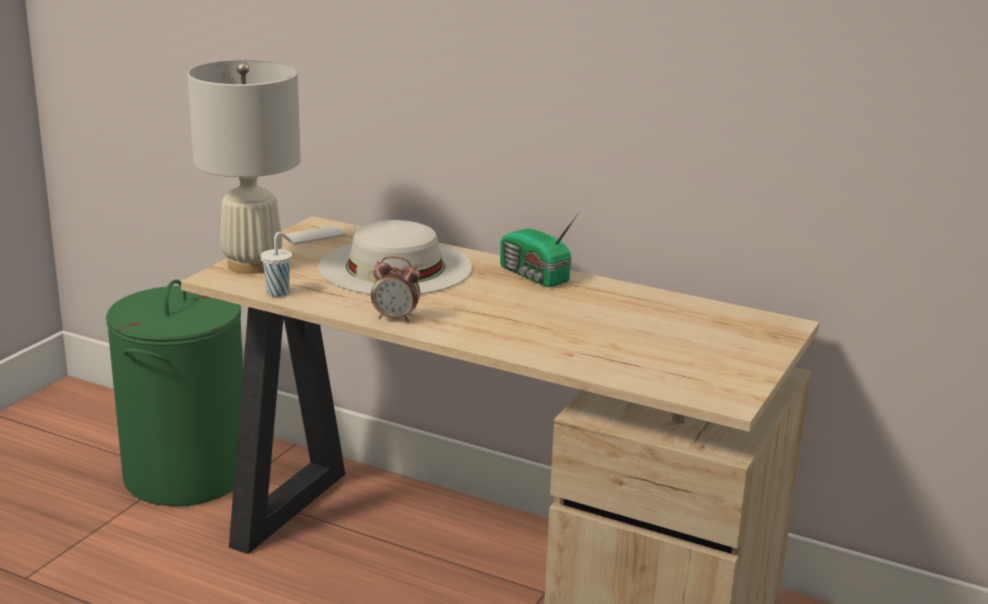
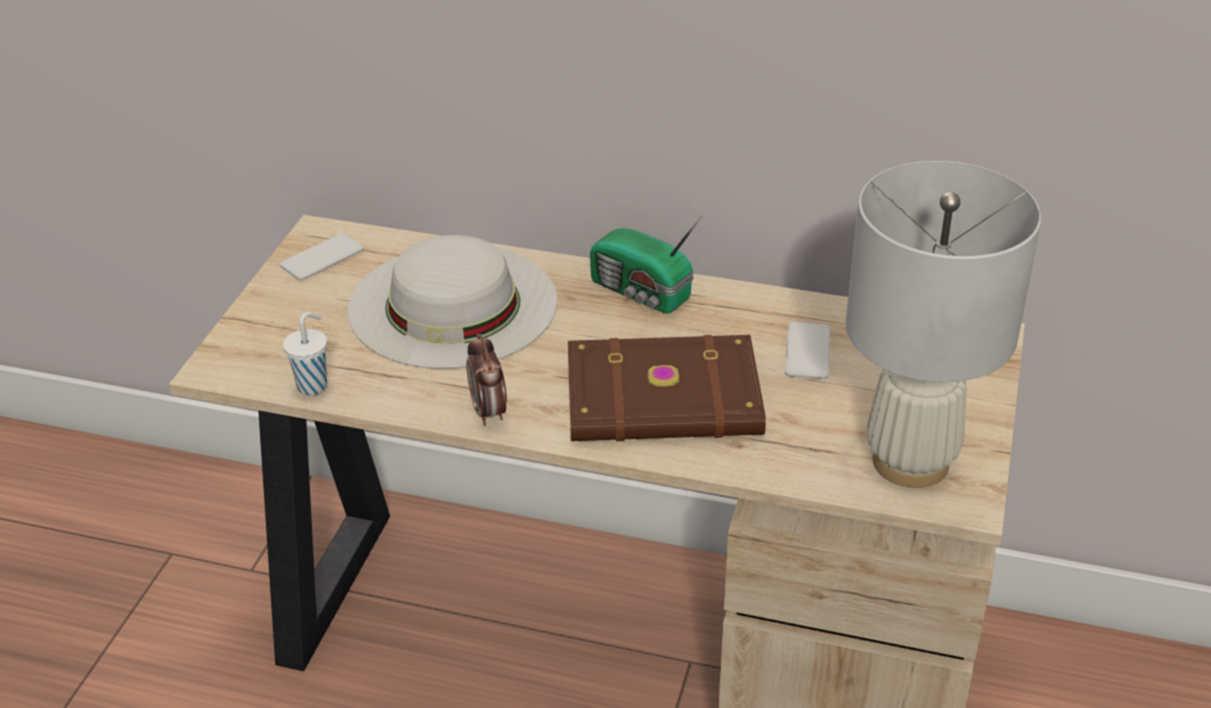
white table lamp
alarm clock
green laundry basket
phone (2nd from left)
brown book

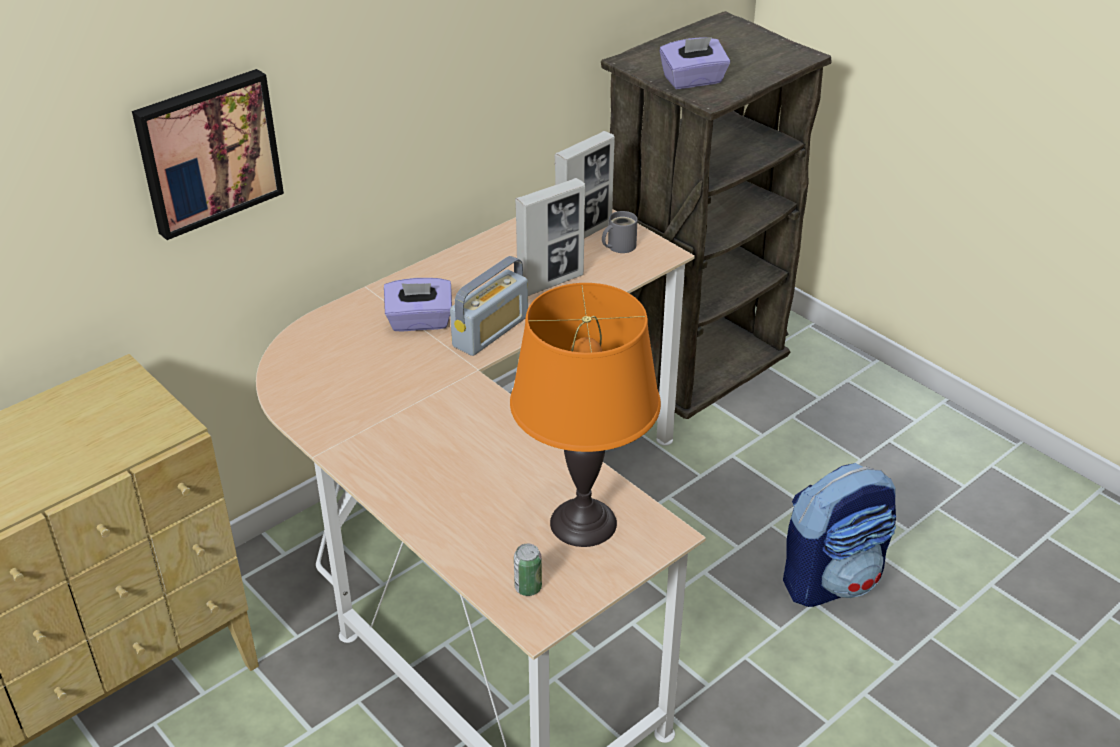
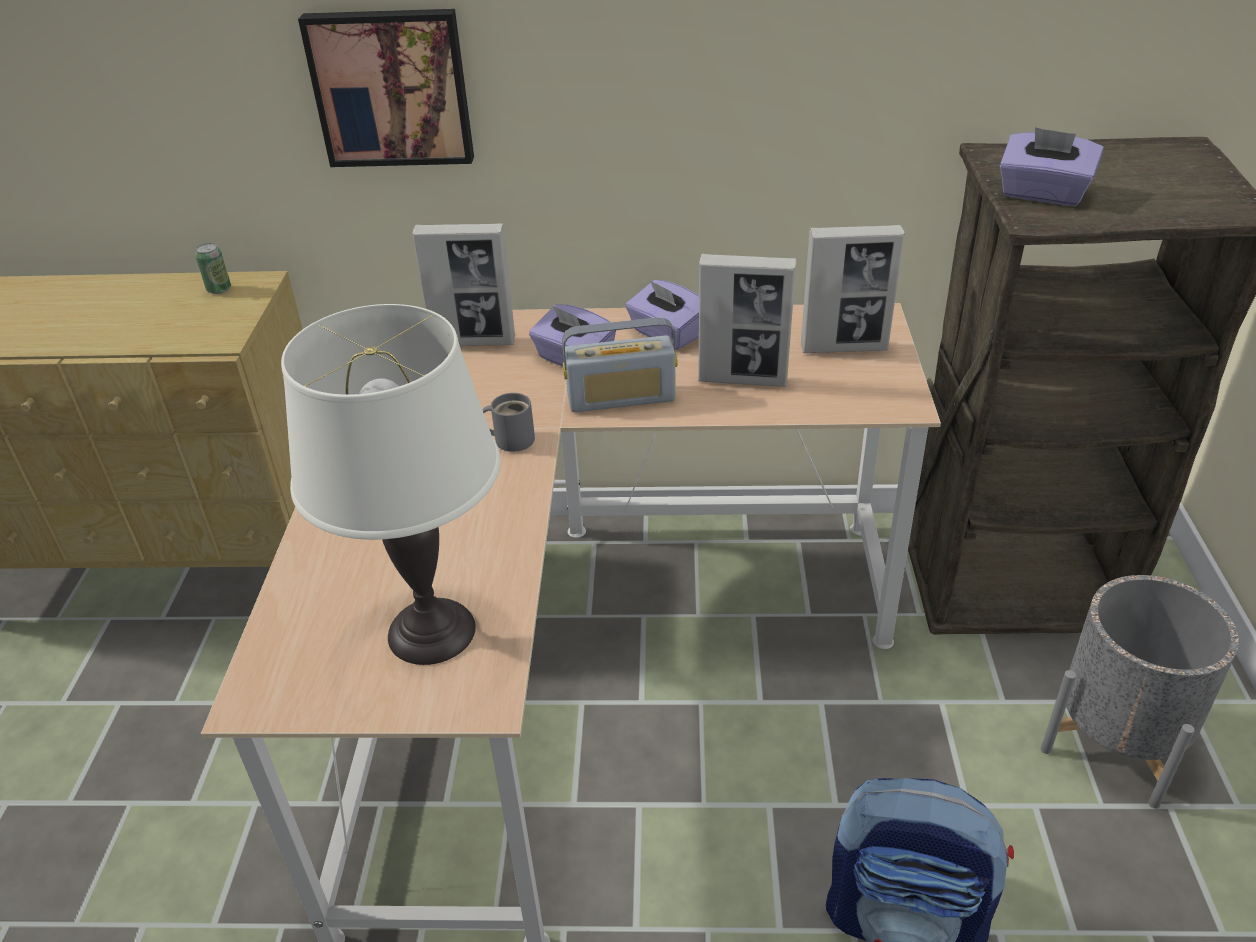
grey mug
white table lamp
can
picture frame (1st from left)
purple tissue box (2nd from left)
grey planter

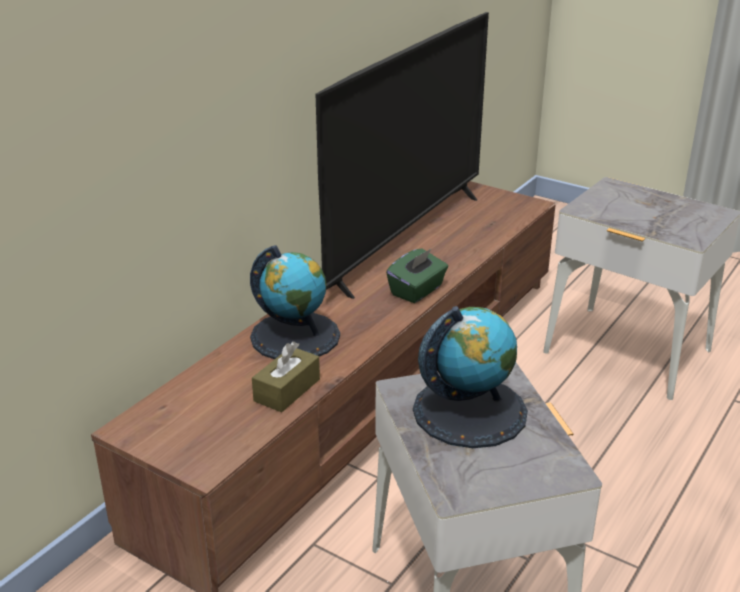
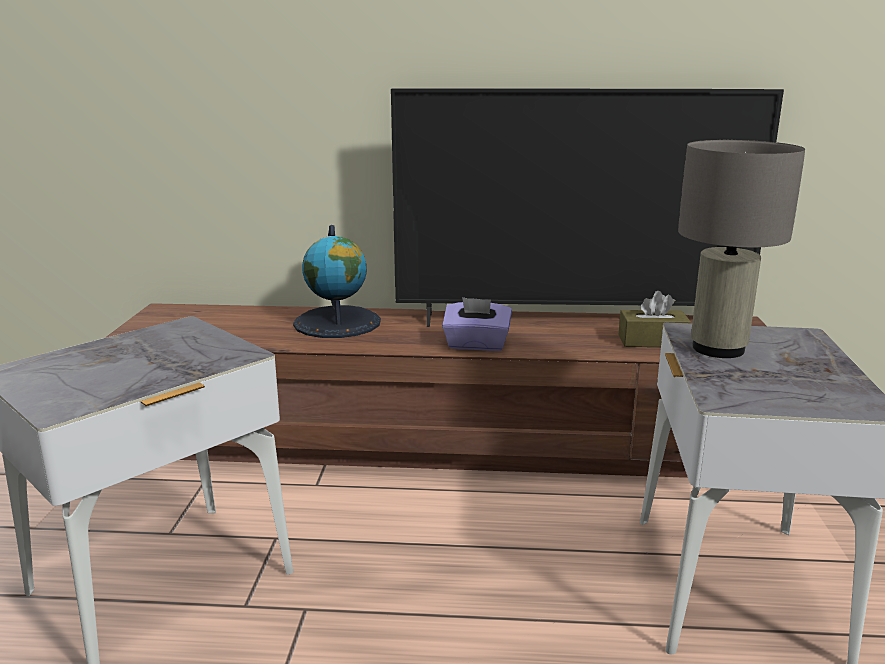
purple tissue box
globe (2nd from left in the first image)
brown tissue box
grey table lamp

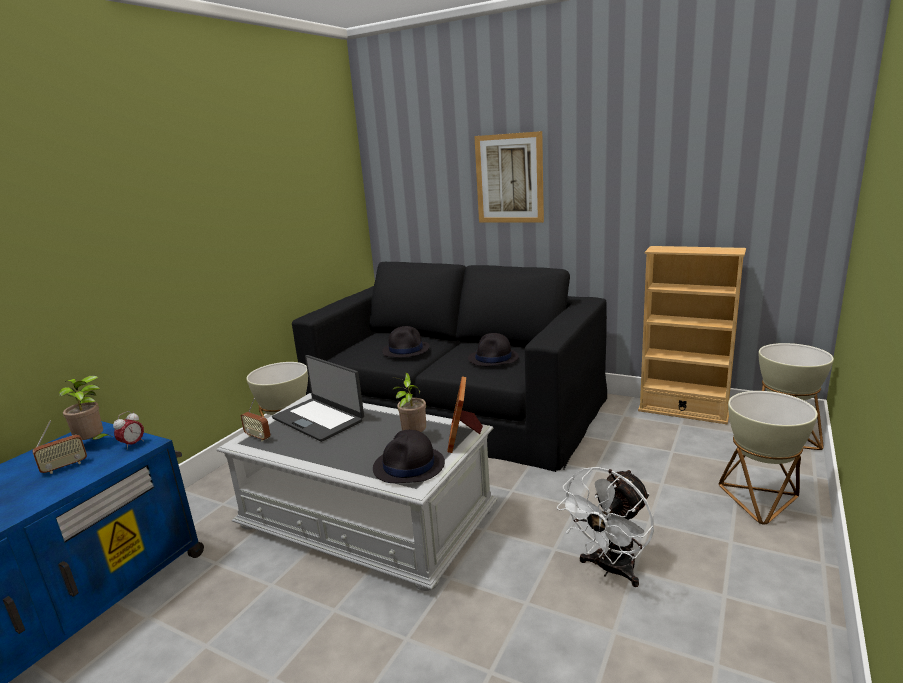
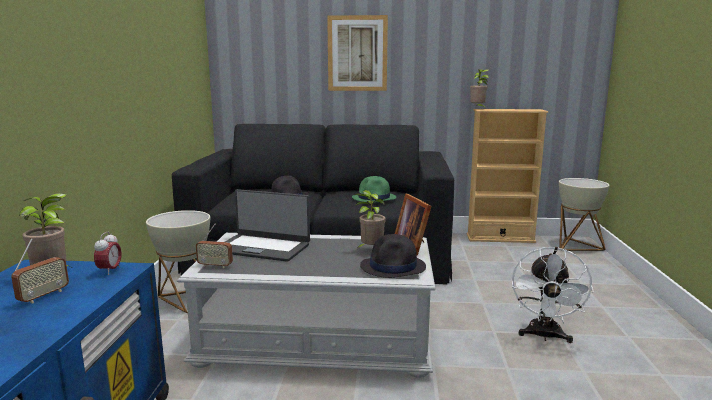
green hat
planter (2nd from left in the first image)
potted plant (3rd from left)

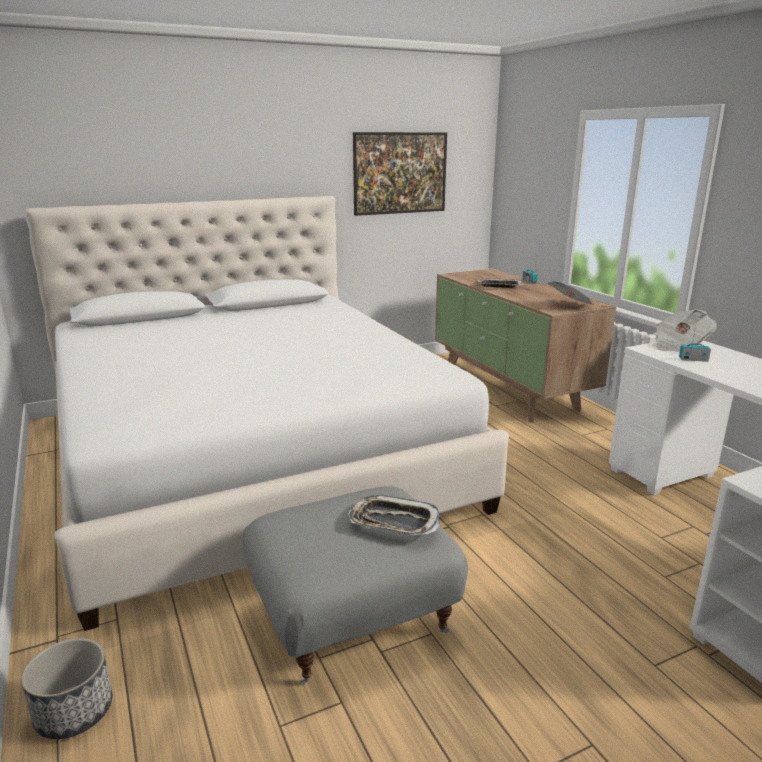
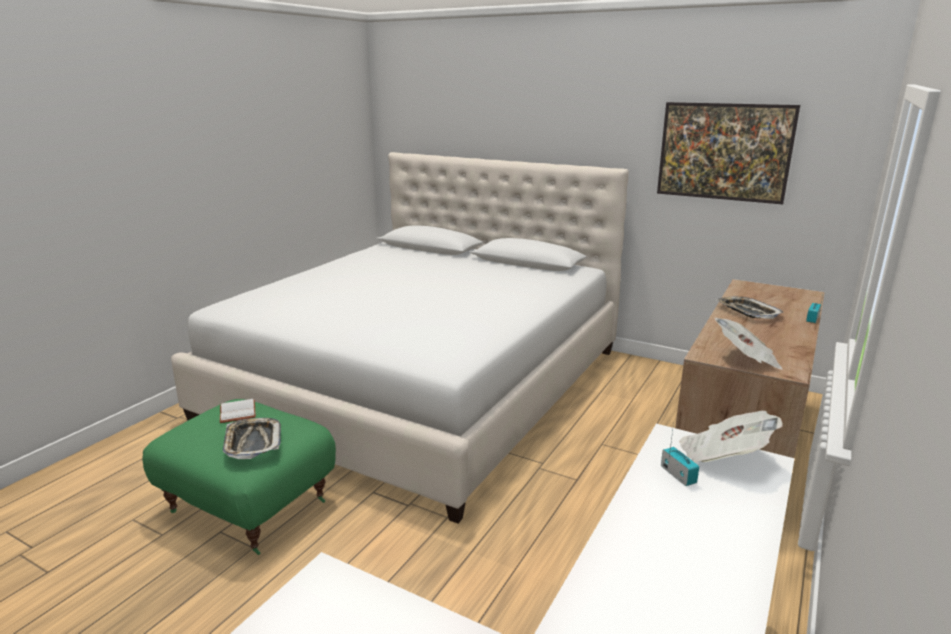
green ottoman
planter
white book

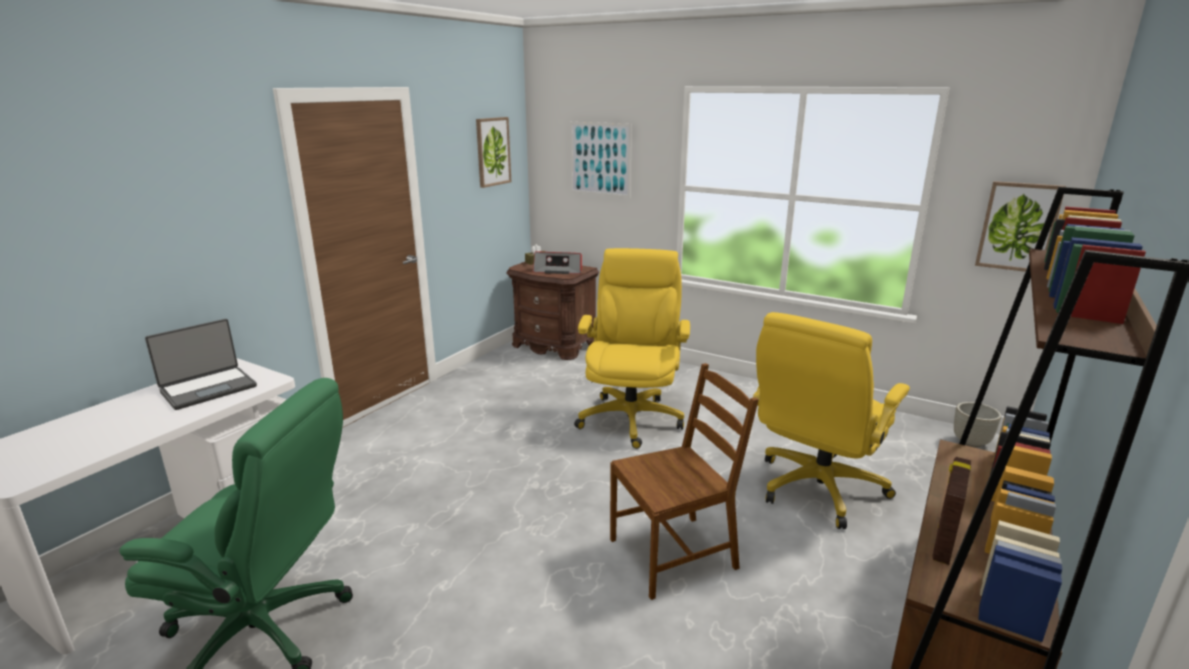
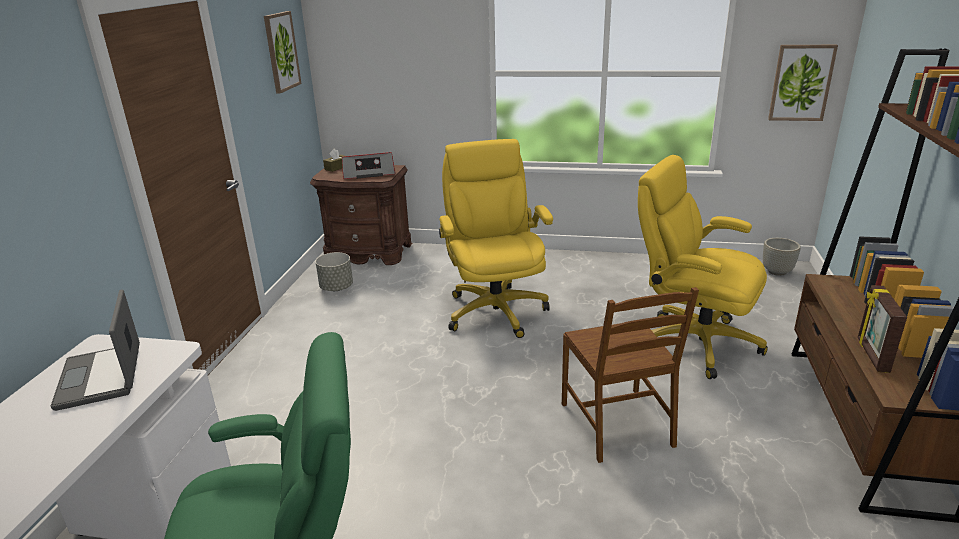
picture (2nd from left in the first image)
yellow office chair (2nd from left)
laptop
brown chair
grey planter (1st from left)

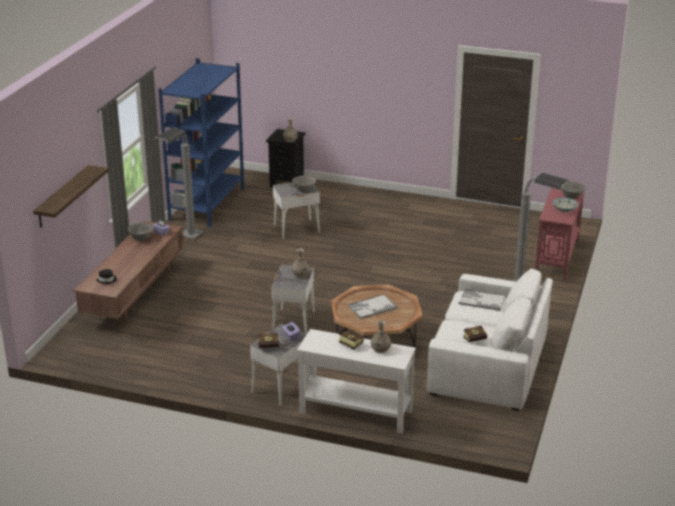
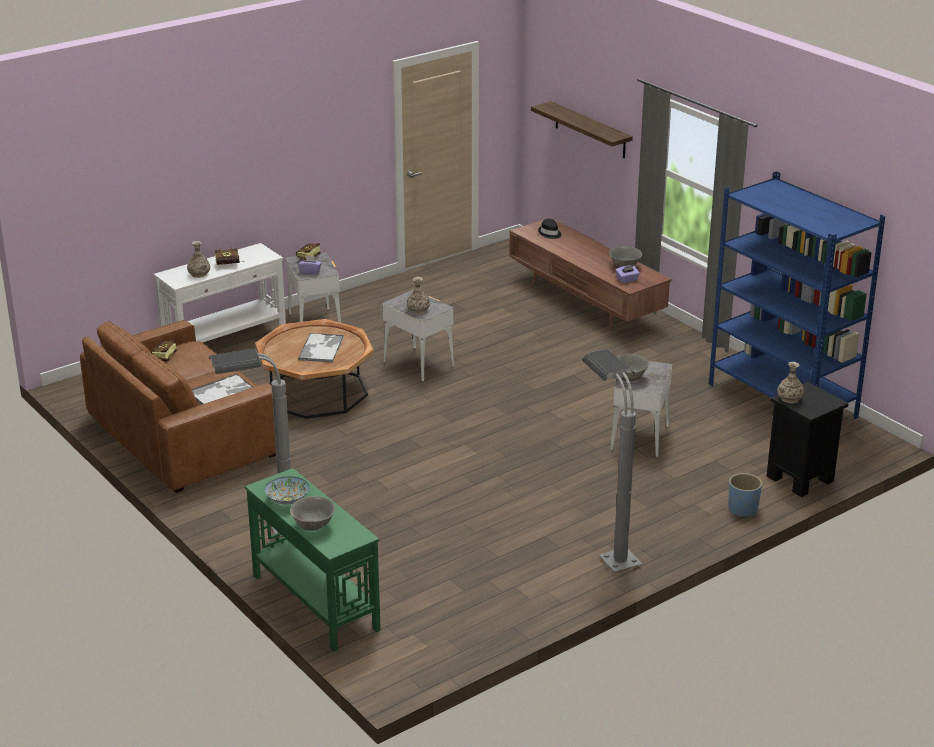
grey floor lamp (2nd from left)
green console table
brown sofa
blue planter

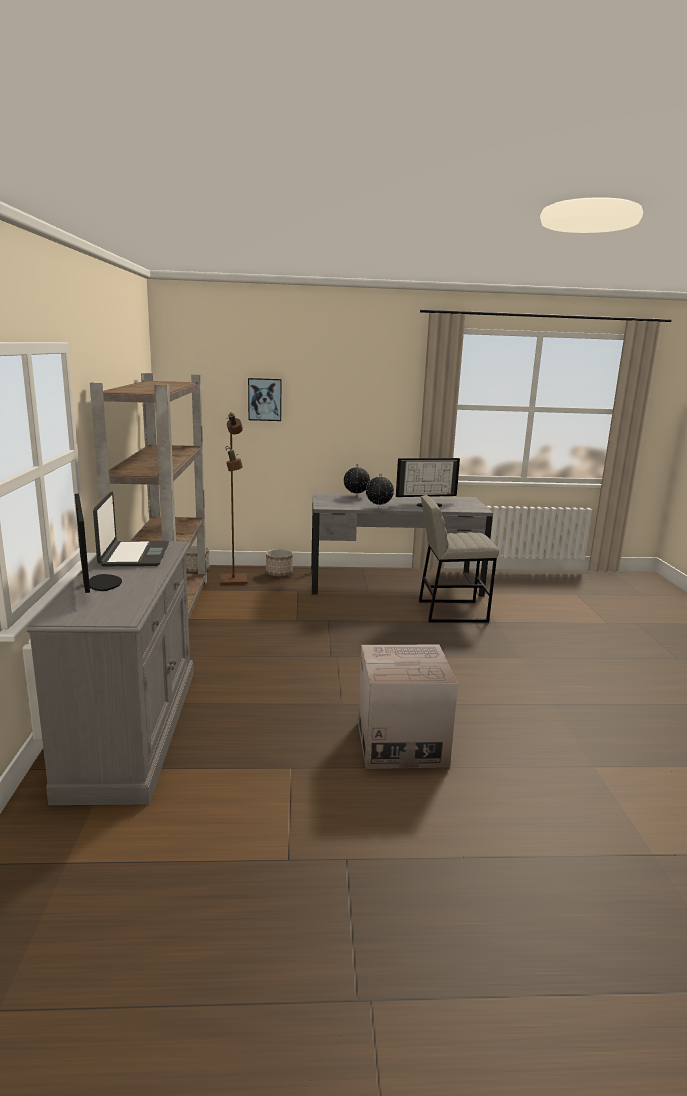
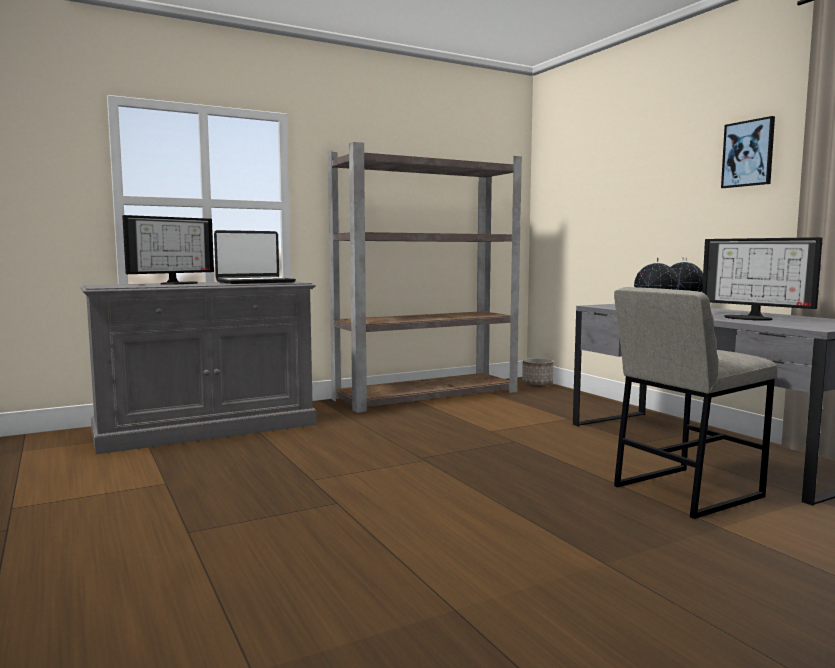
picture
brown floor lamp
grey chair
planter (2nd from left in the first image)
cardboard box

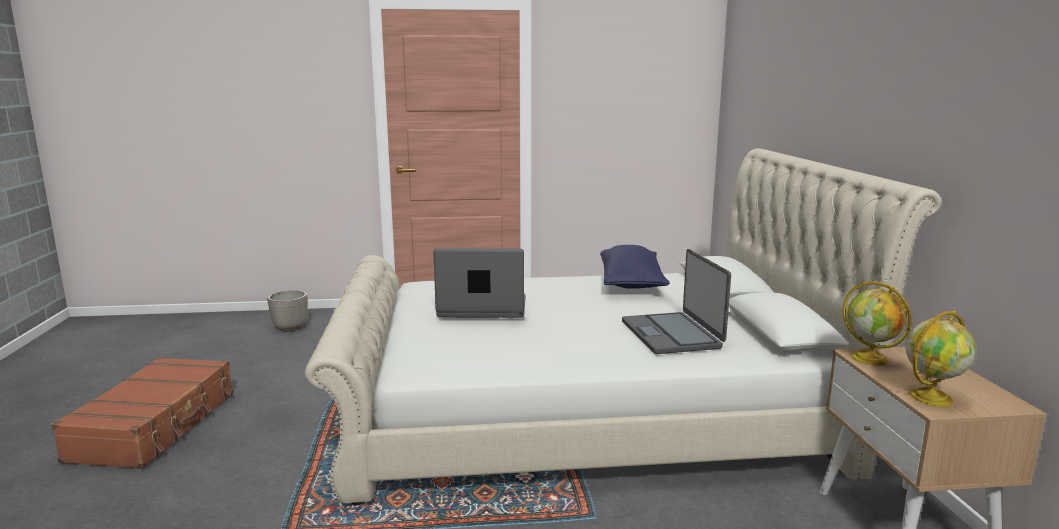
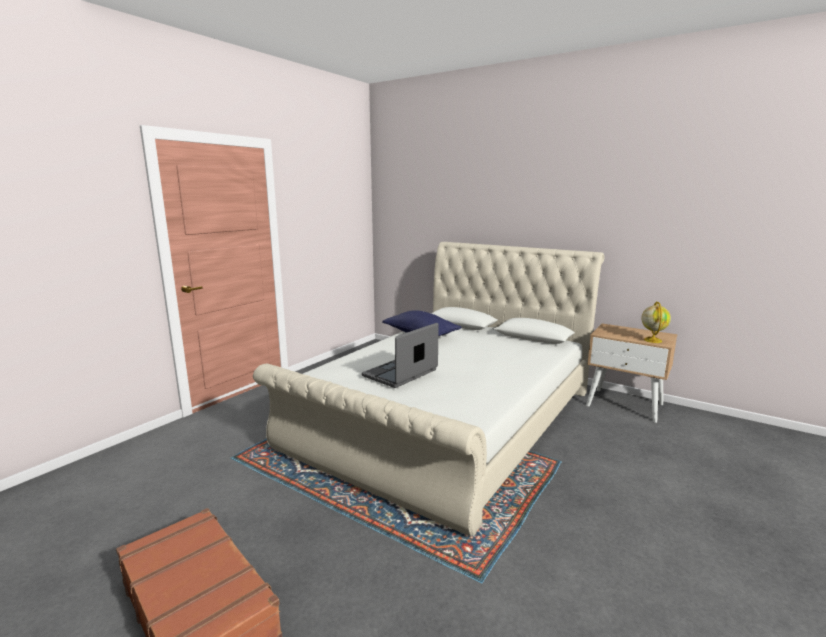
laptop (2nd from left in the first image)
globe (1st from left in the first image)
planter

